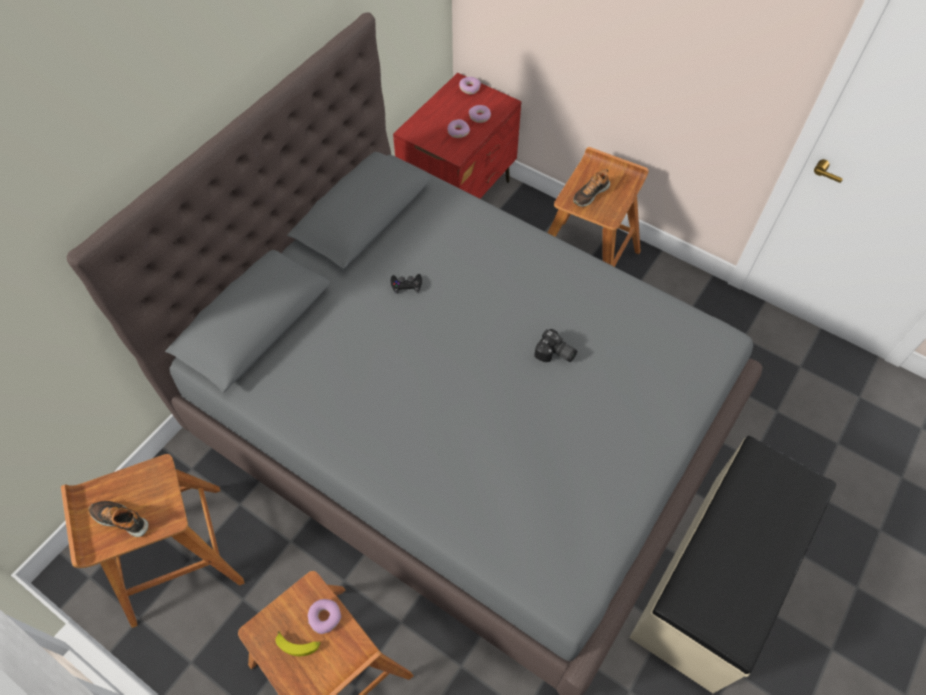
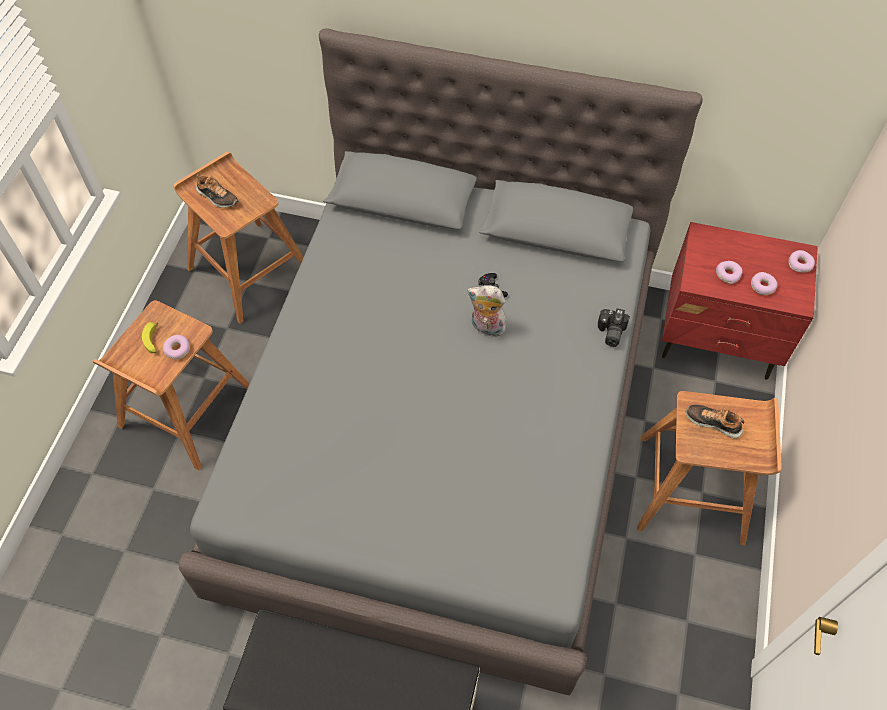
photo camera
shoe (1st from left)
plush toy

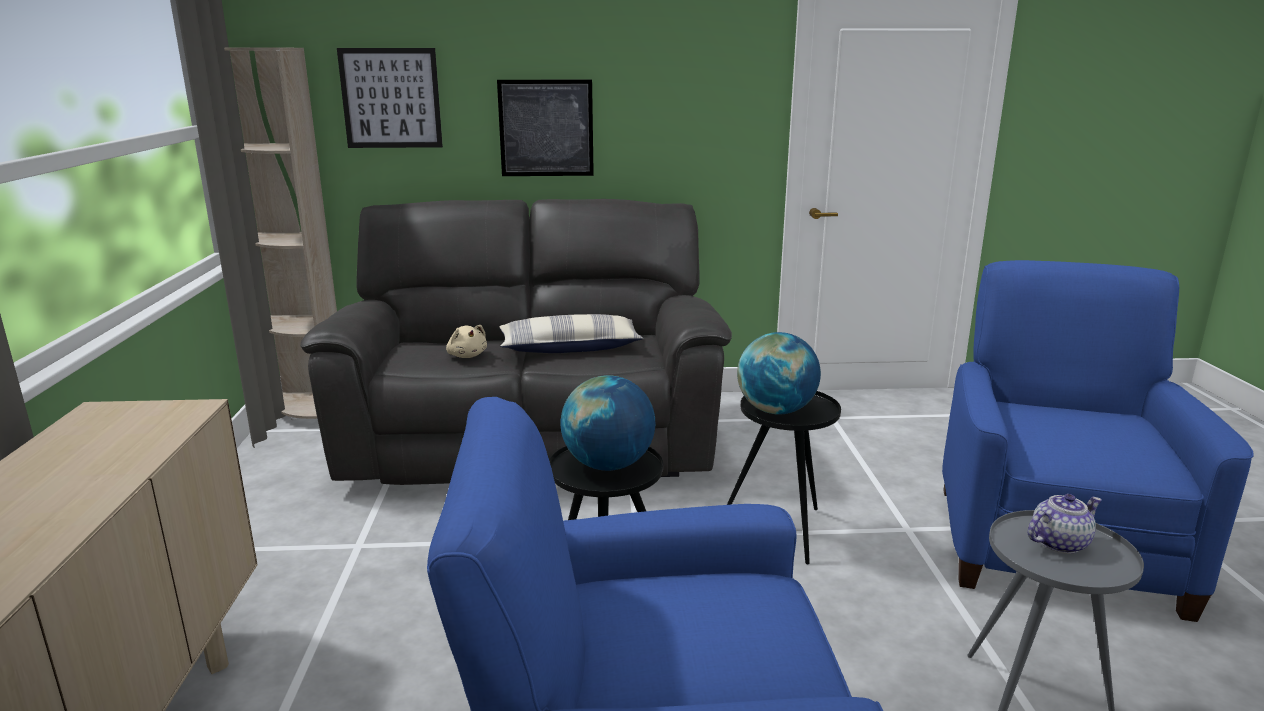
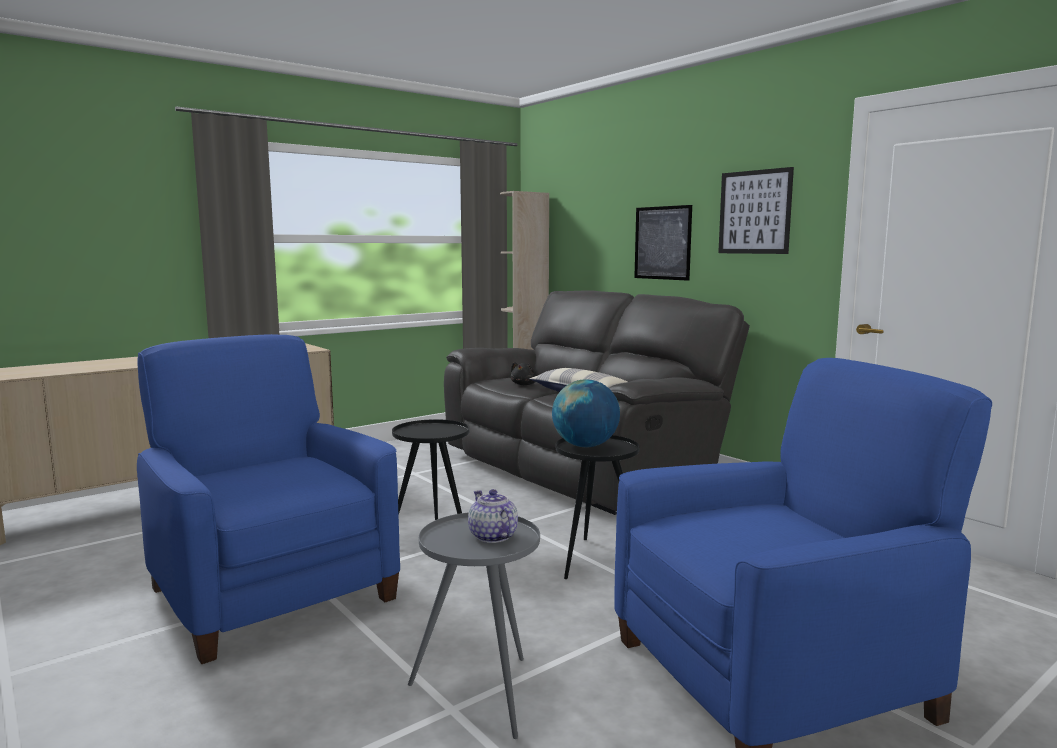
picture (2nd from left)
black plush toy
globe (1st from left in the first image)
teapot

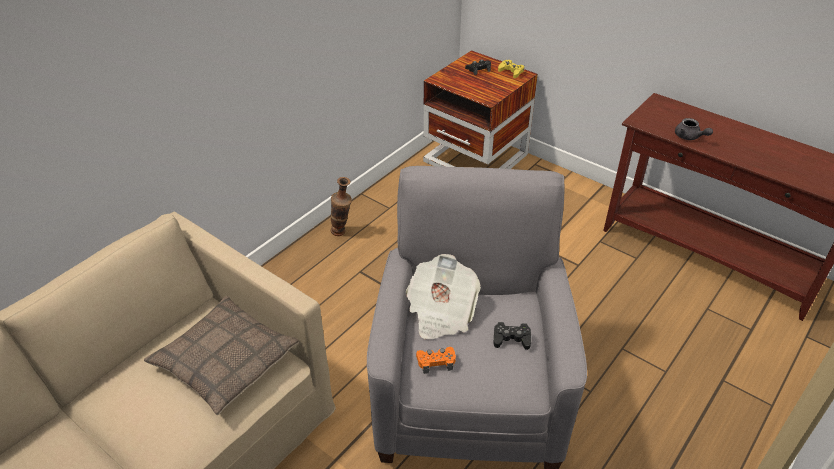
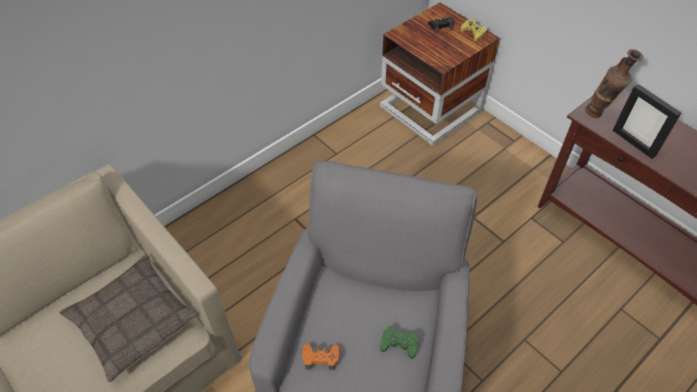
picture frame
vase
newspaper
green game controller

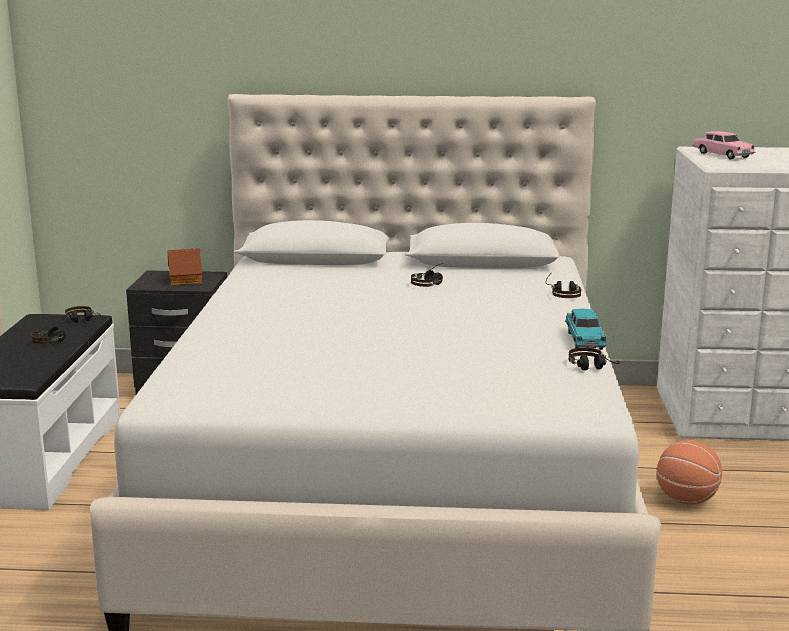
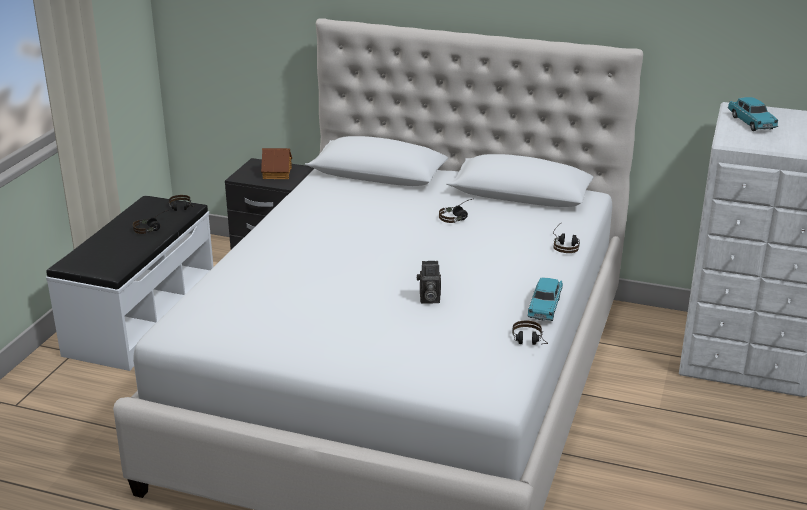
turquoise toy car (2nd from left)
basketball
photo camera

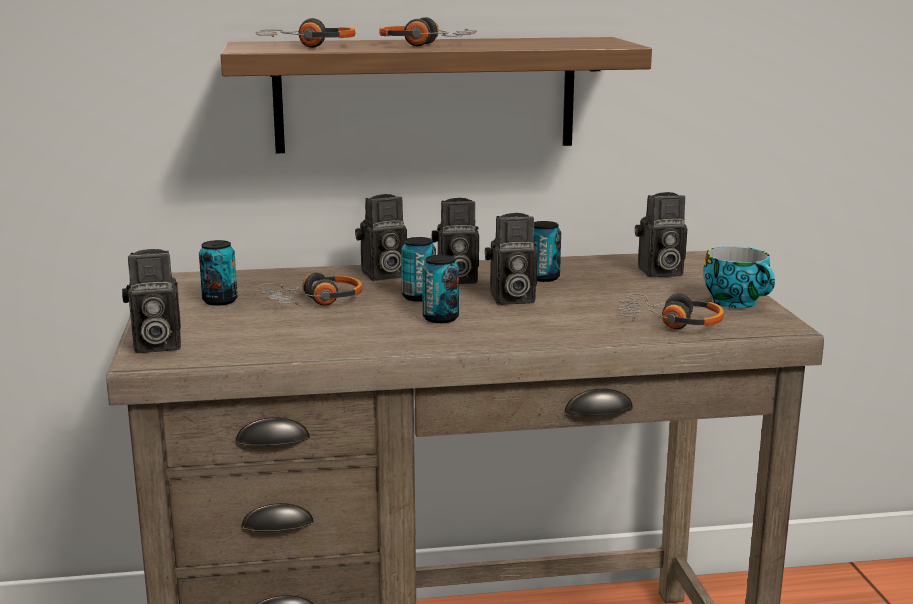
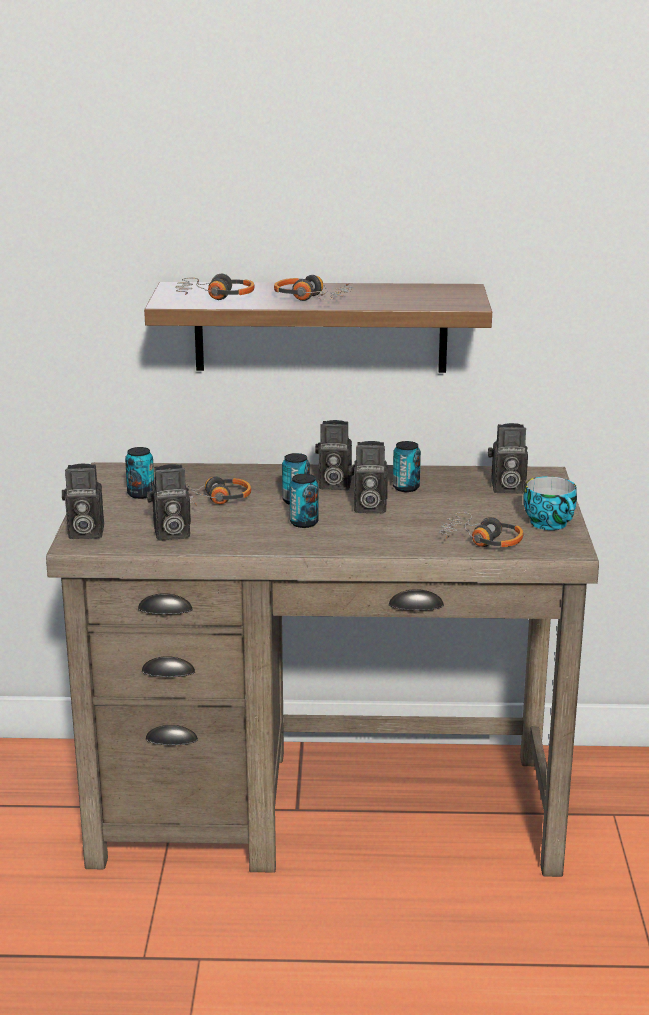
photo camera (2nd from left)

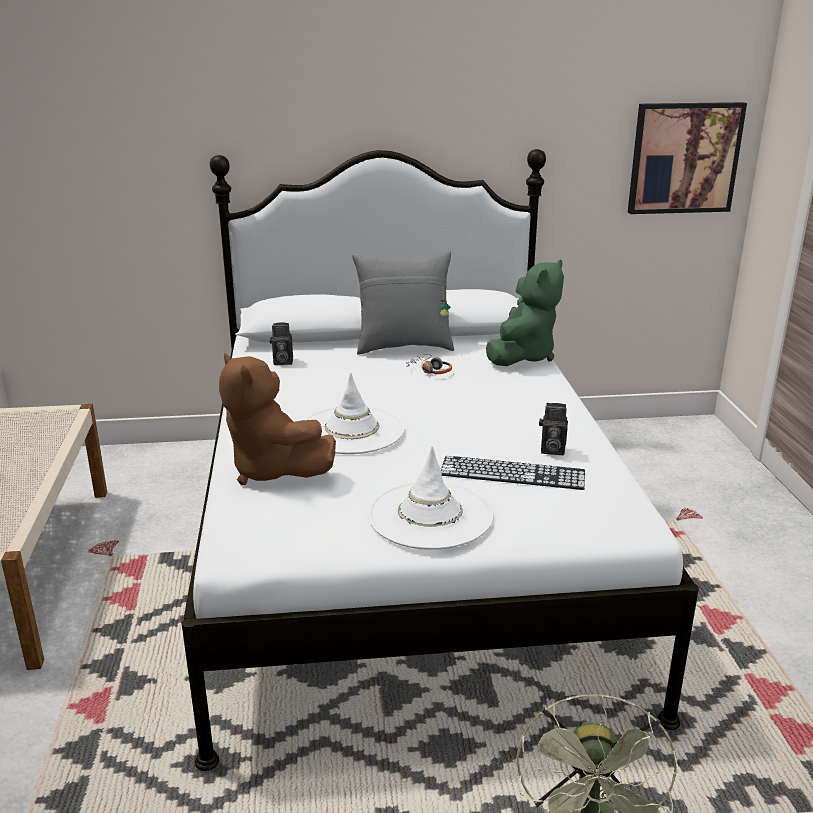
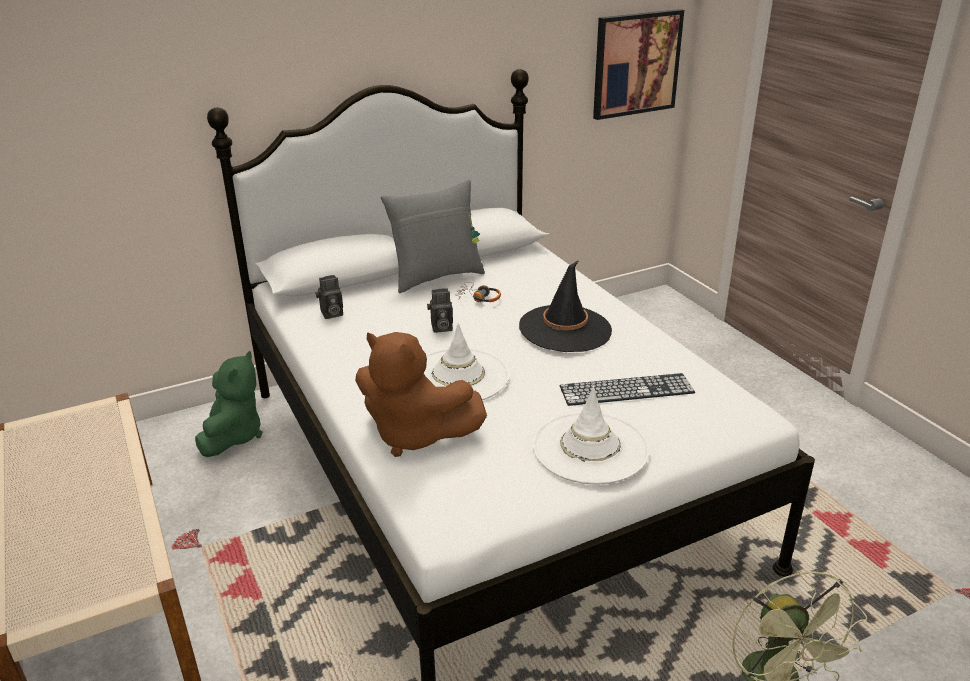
green plush toy
photo camera (2nd from left)
black hat

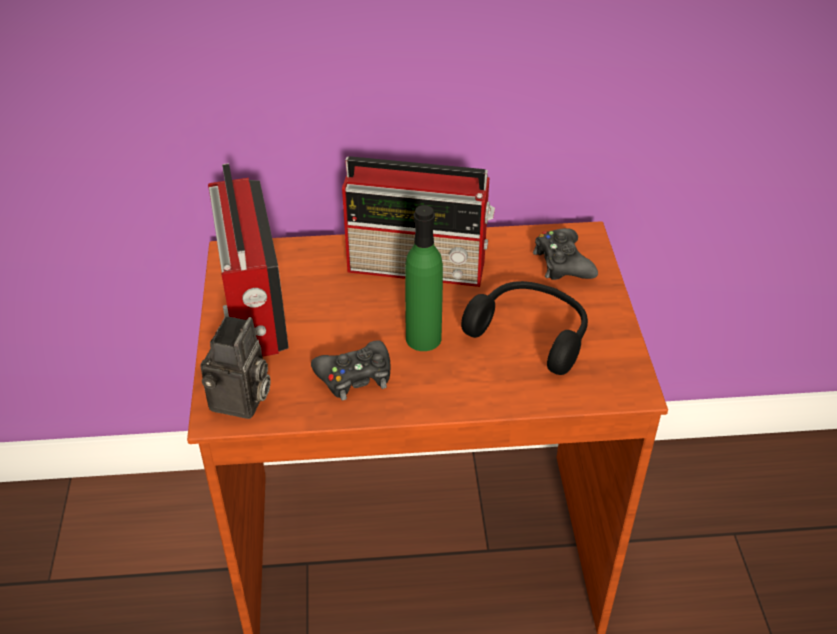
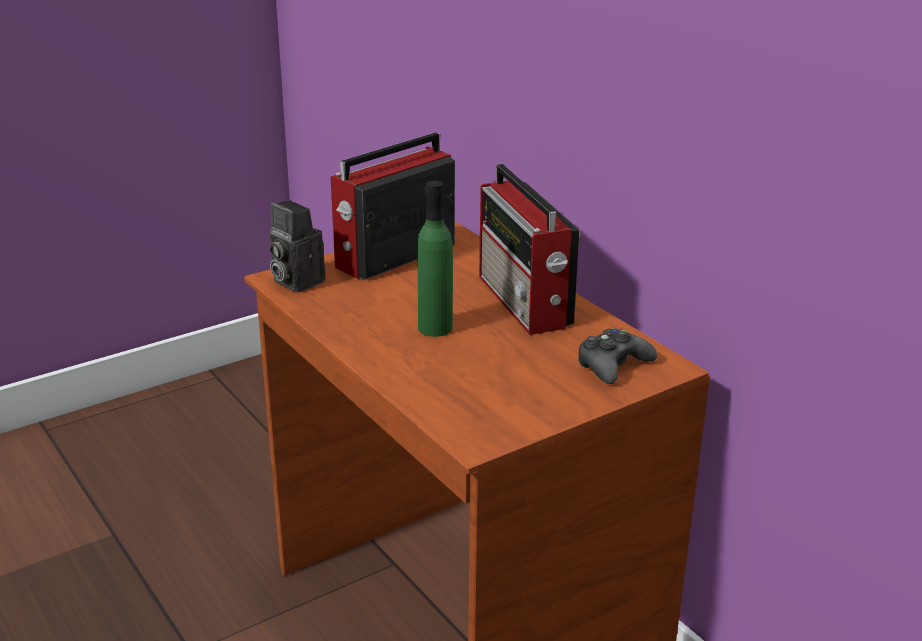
black headphones
photo camera
black game controller (1st from left in the first image)

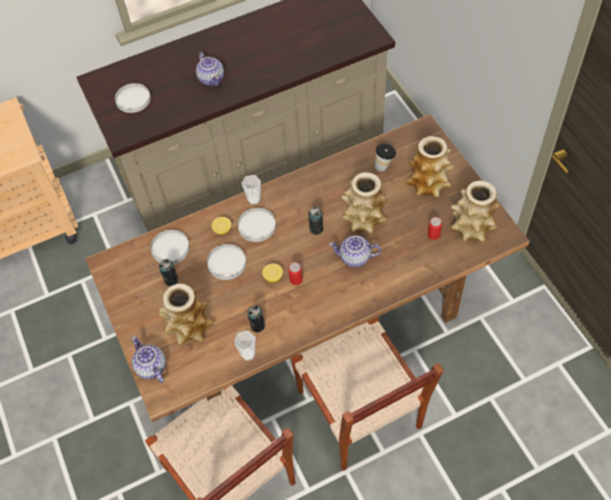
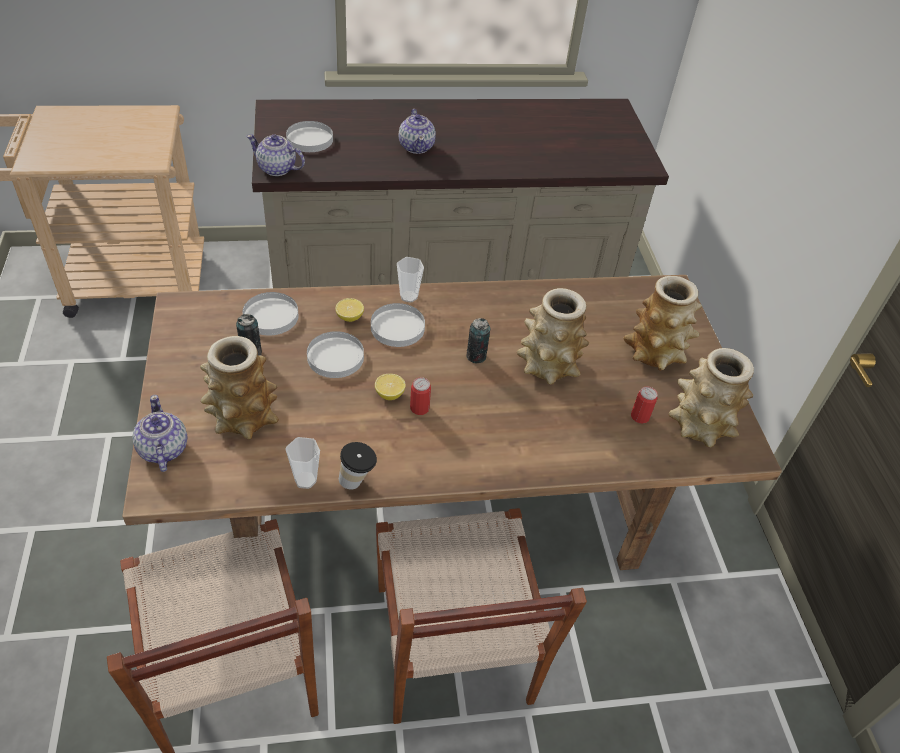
cup (2nd from left)
teapot (2nd from left)
can (2nd from left in the first image)

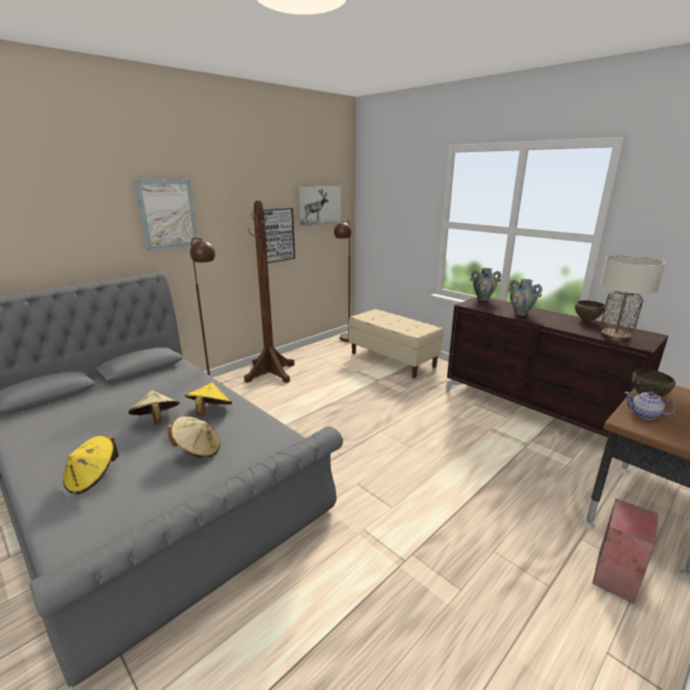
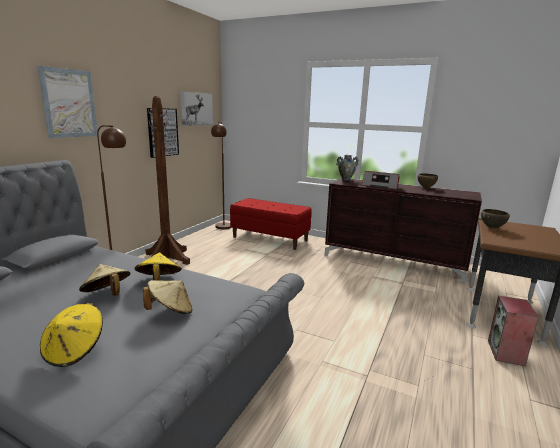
table lamp
radio
red bench
teapot

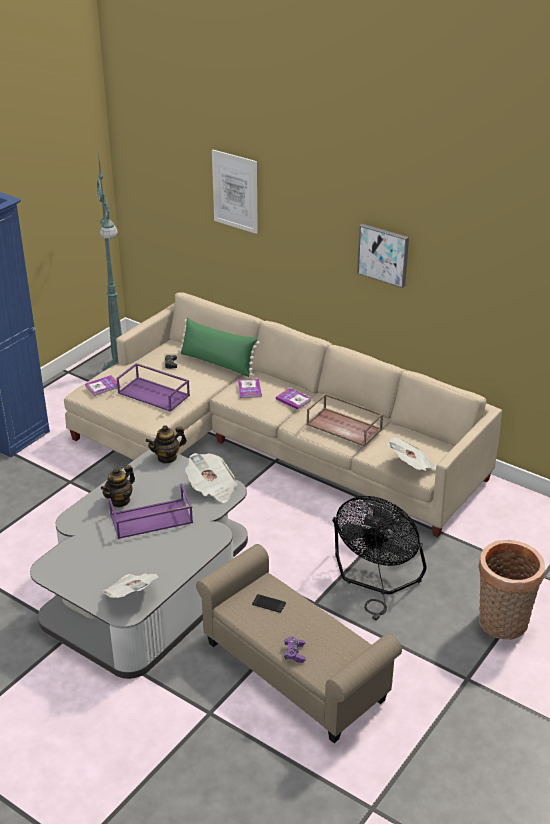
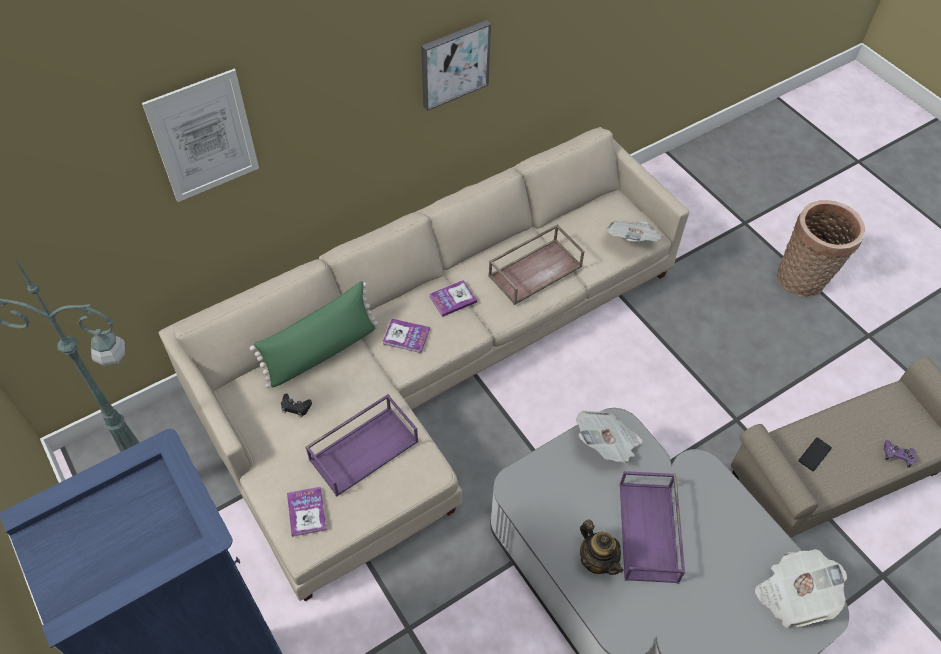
teapot (2nd from left in the first image)
black fan

